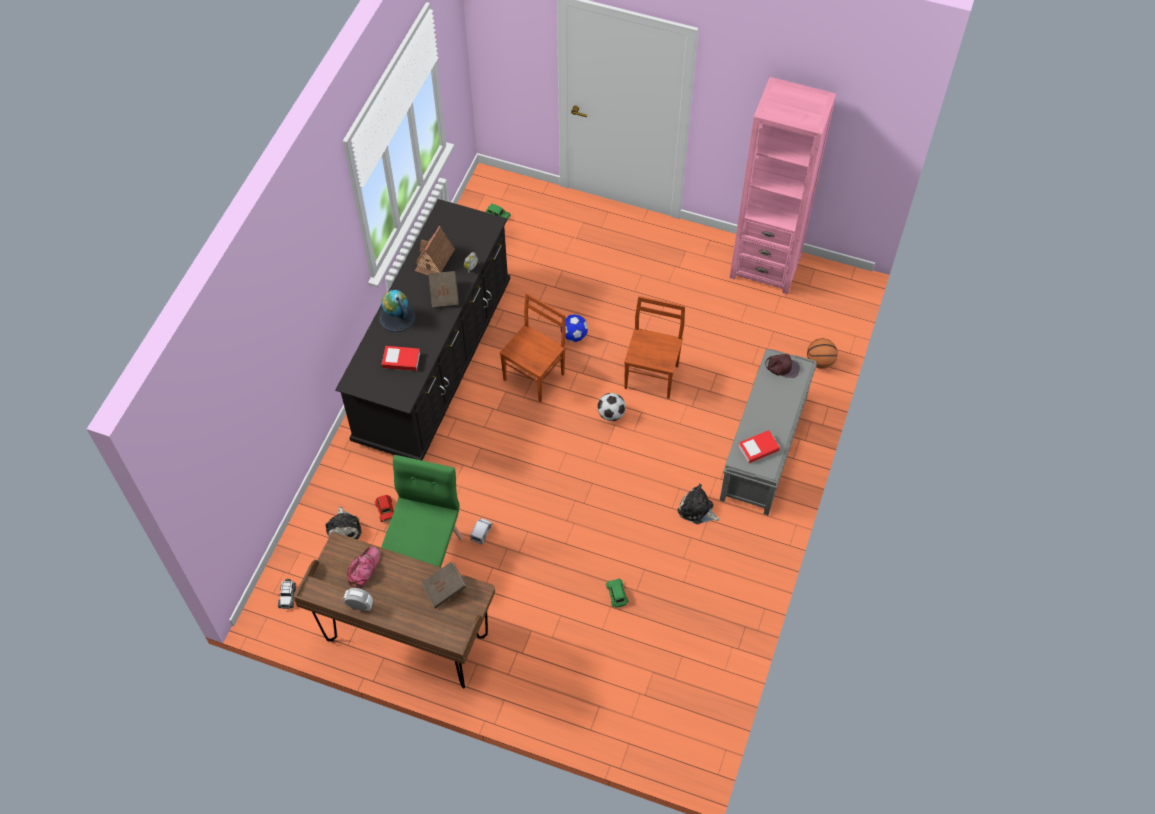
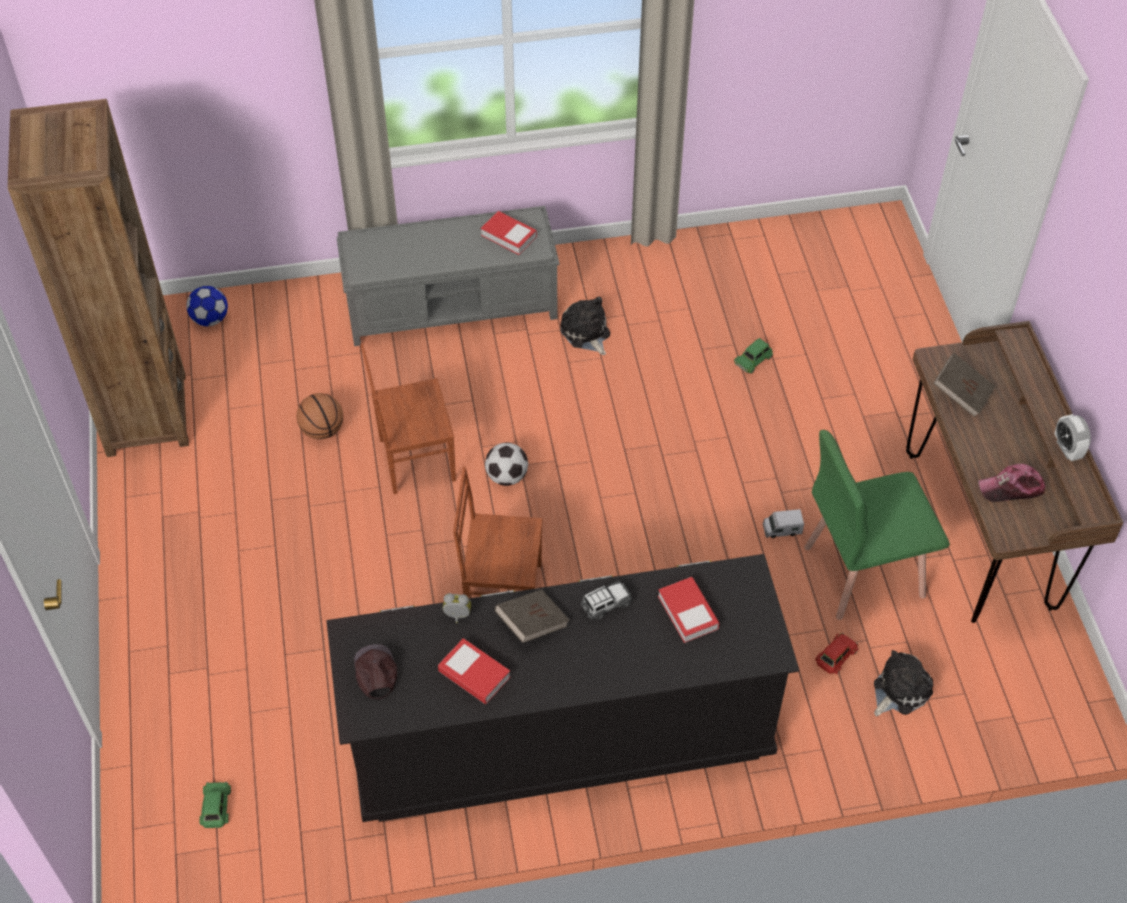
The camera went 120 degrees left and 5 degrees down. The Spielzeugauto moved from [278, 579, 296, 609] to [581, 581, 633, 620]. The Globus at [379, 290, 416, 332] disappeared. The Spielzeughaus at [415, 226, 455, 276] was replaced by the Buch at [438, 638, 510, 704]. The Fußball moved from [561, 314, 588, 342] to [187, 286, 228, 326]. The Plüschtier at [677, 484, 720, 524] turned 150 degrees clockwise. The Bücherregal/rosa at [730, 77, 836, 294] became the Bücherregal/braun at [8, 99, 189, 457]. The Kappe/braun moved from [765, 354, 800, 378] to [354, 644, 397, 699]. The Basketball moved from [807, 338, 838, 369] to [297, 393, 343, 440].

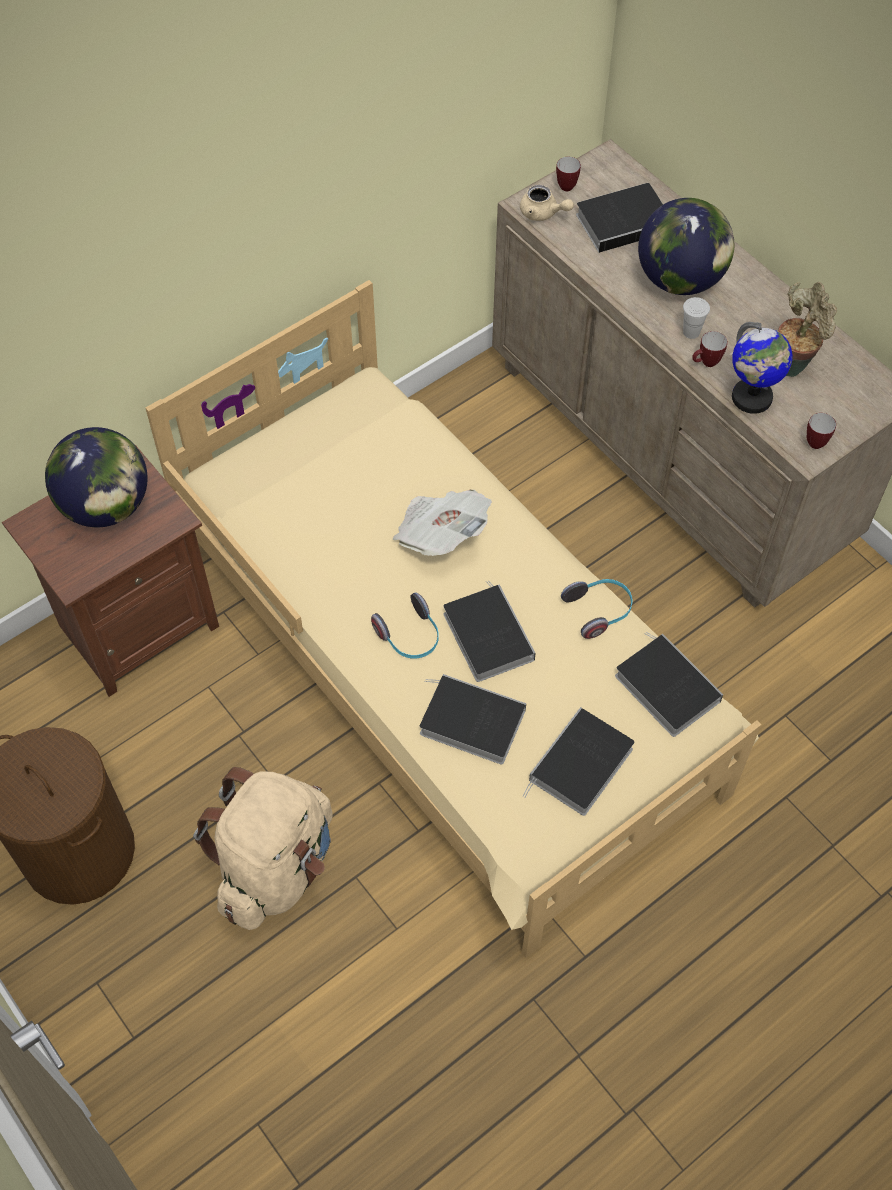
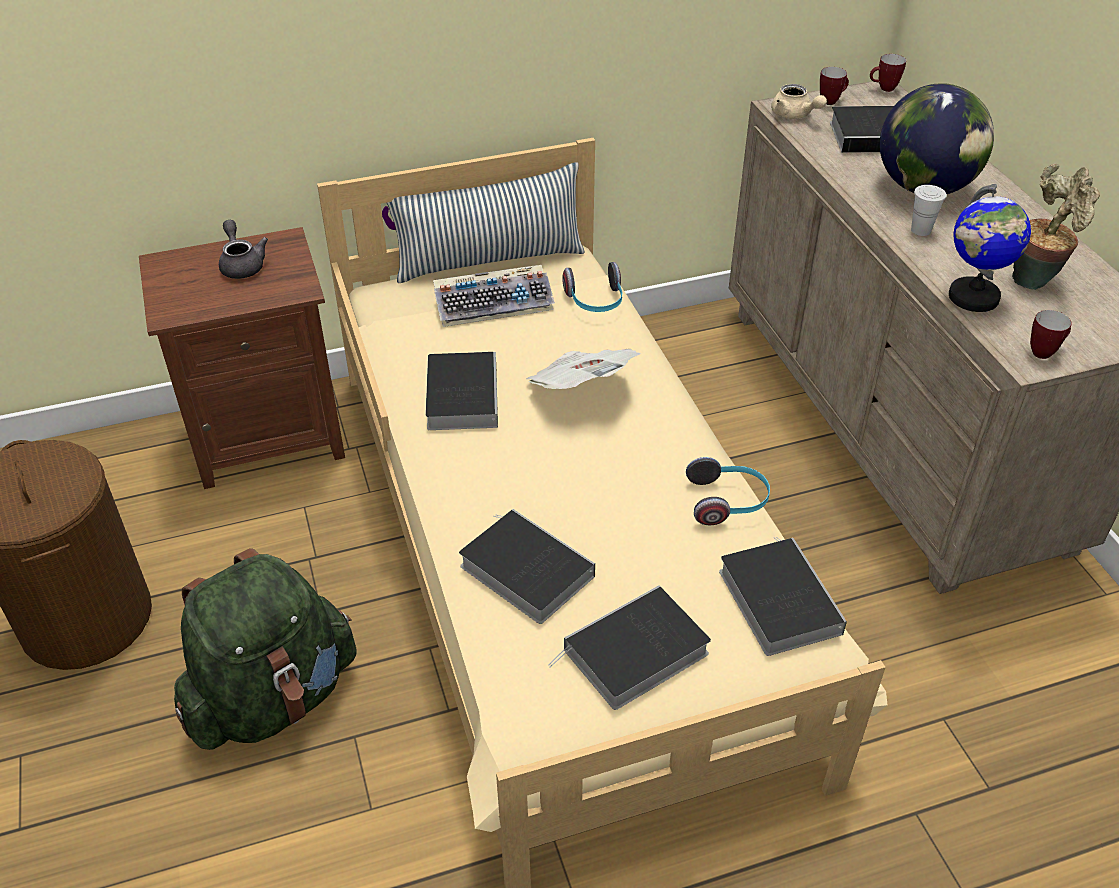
The camera went 20 degrees right and 15 degrees down. The Globus at [45, 427, 148, 527] was replaced by the Teekanne/grau at [219, 220, 268, 279]. The Rucksack/beige at [193, 767, 333, 930] became the Rucksack/grün at [174, 548, 357, 750]. The Kopfhörer moved from [371, 592, 438, 659] to [562, 262, 622, 312]. The Buch moved from [443, 581, 536, 682] to [425, 352, 498, 430]. The Henkelbecher moved from [692, 331, 727, 367] to [870, 54, 906, 92]. The Kissen at [387, 162, 585, 283] appeared. The Tastatur at [433, 265, 555, 327] appeared.

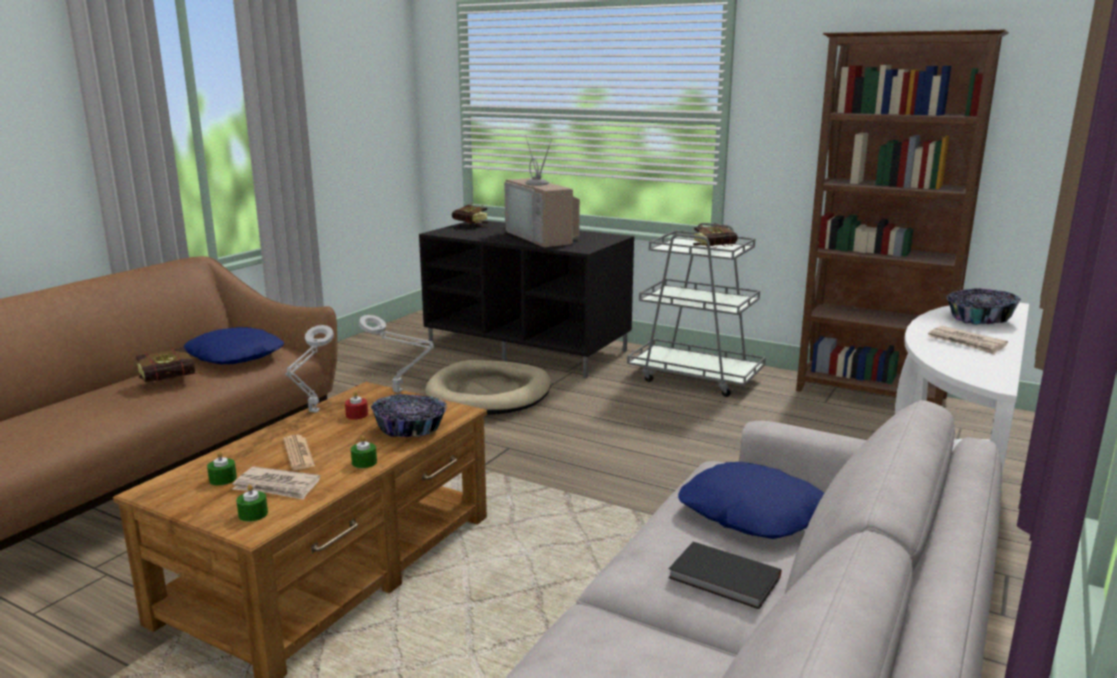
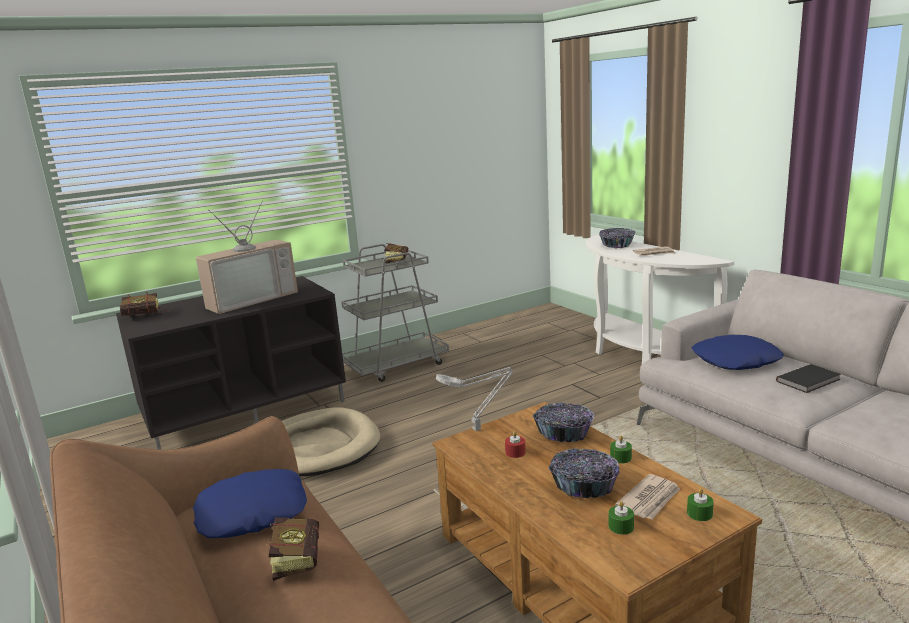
The camera went 60 degrees left and 0 degrees up. The Zeitung at [283, 435, 315, 470] was replaced by the Schüssel at [549, 449, 620, 498]. The Tischlampe/grau at [285, 325, 334, 413] disappeared. The Fernseher at [504, 135, 580, 247] turned 45 degrees counterclockwise. The Bücherregal/braun at [796, 29, 1009, 406] disappeared.

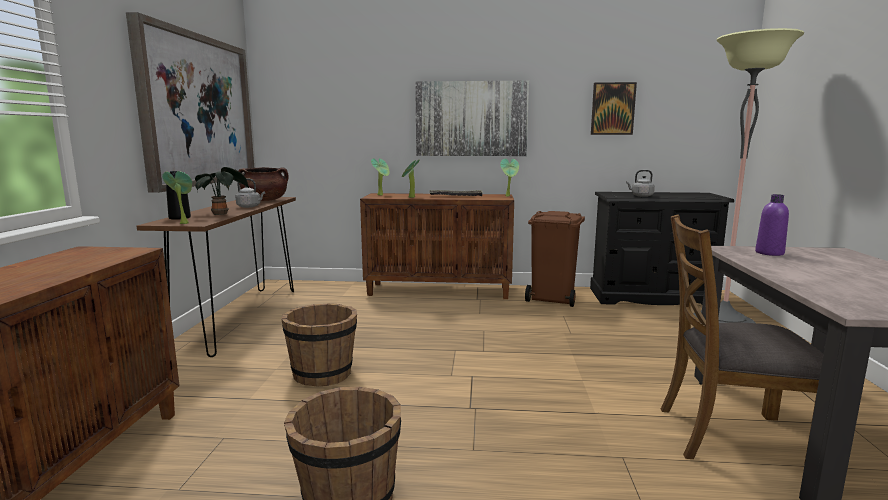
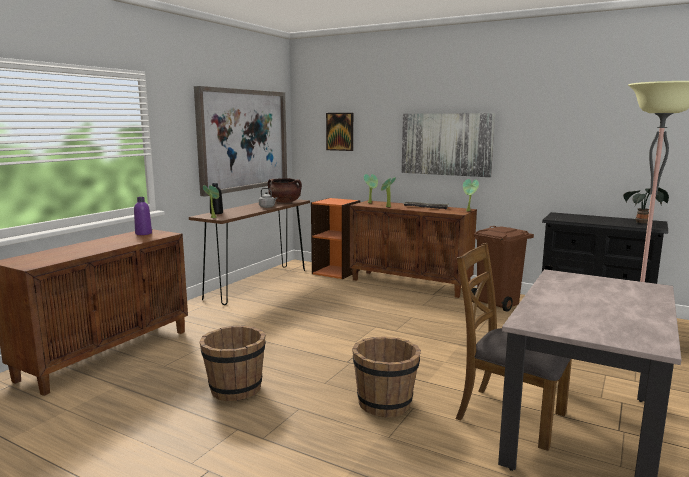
The camera went 25 degrees right and 0 degrees up. The Topfpflanze moved from [195, 167, 250, 215] to [623, 187, 669, 224]. The Eimer/braun moved from [281, 303, 357, 387] to [352, 337, 421, 417]. The Bild moved from [591, 82, 637, 135] to [326, 113, 353, 151]. The Wasserkessel/grau at [626, 170, 655, 197] disappeared. The Flasche/lila moved from [755, 194, 789, 256] to [134, 197, 152, 235]. The Bücherregal/orange at [311, 198, 360, 279] appeared.

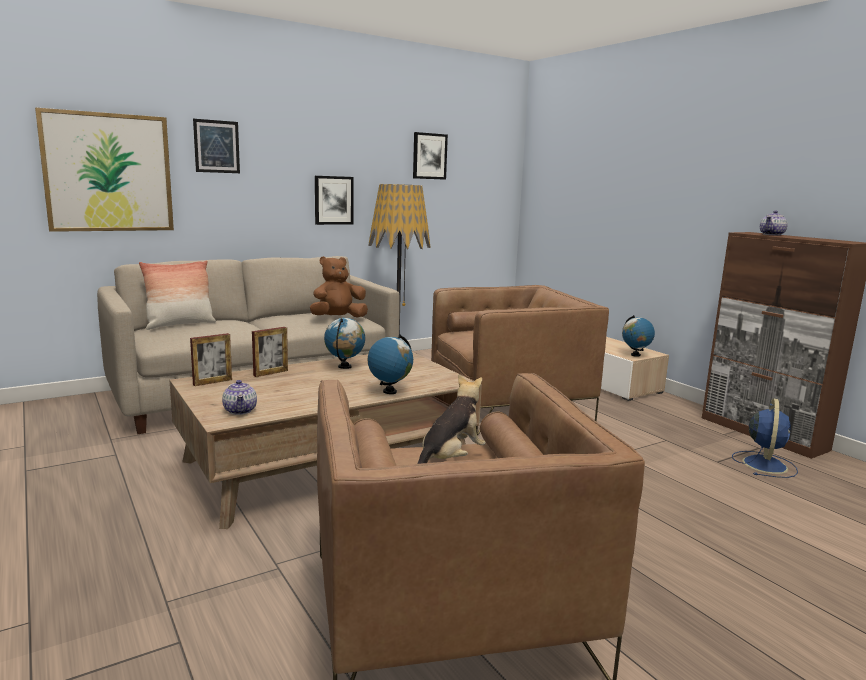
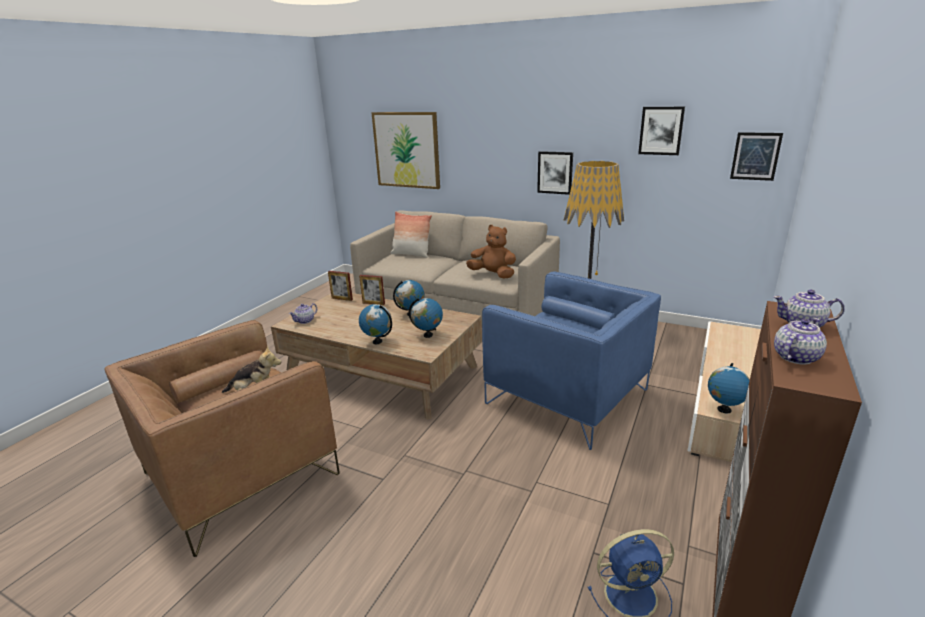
The camera went 60 degrees right and 10 degrees up. The Bild moved from [193, 119, 240, 173] to [730, 132, 783, 181]. The Sessel/braun at [431, 285, 609, 436] became the Sessel/blau at [482, 271, 661, 450]. The Globus at [409, 298, 443, 338] appeared. The Teekanne at [774, 318, 827, 365] appeared.

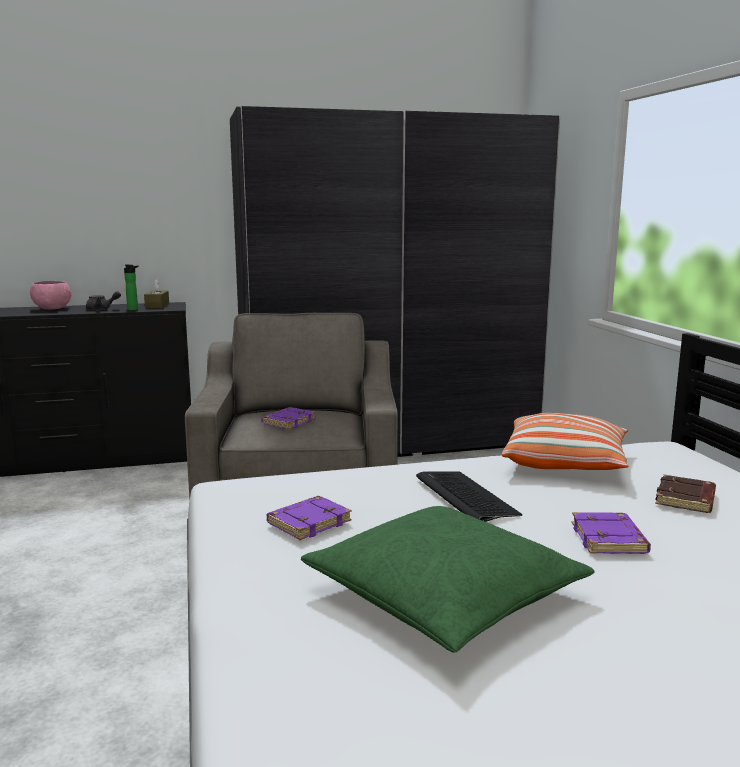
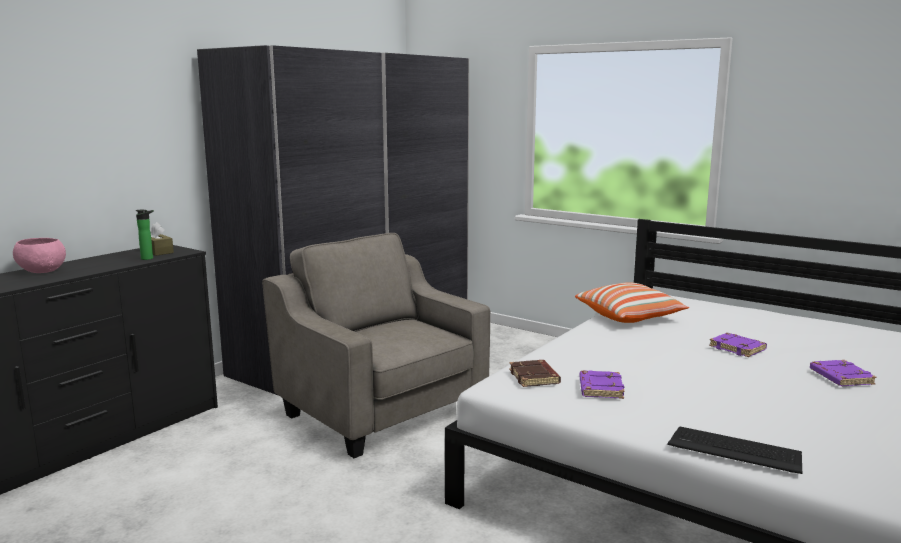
The camera went 40 degrees left and 0 degrees up. The Teekanne/grau at [86, 291, 121, 311] disappeared. The Buch/lila moved from [261, 407, 316, 429] to [810, 360, 877, 386]. The Kissen/grün at [301, 506, 595, 653] disappeared. The Tastatur moved from [416, 471, 522, 522] to [667, 426, 803, 474]. The Buch/braun moved from [655, 474, 716, 513] to [509, 360, 561, 387].

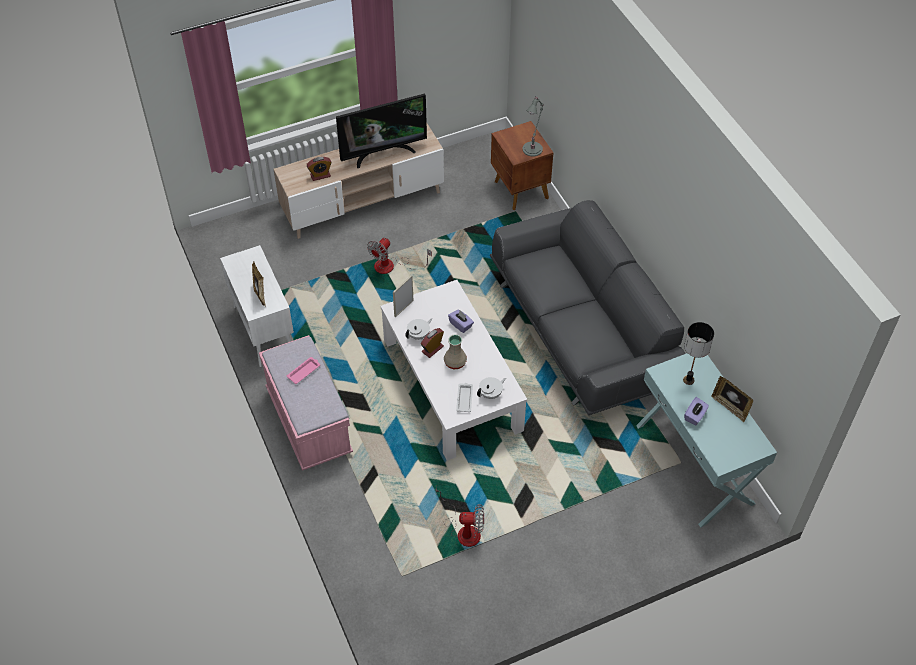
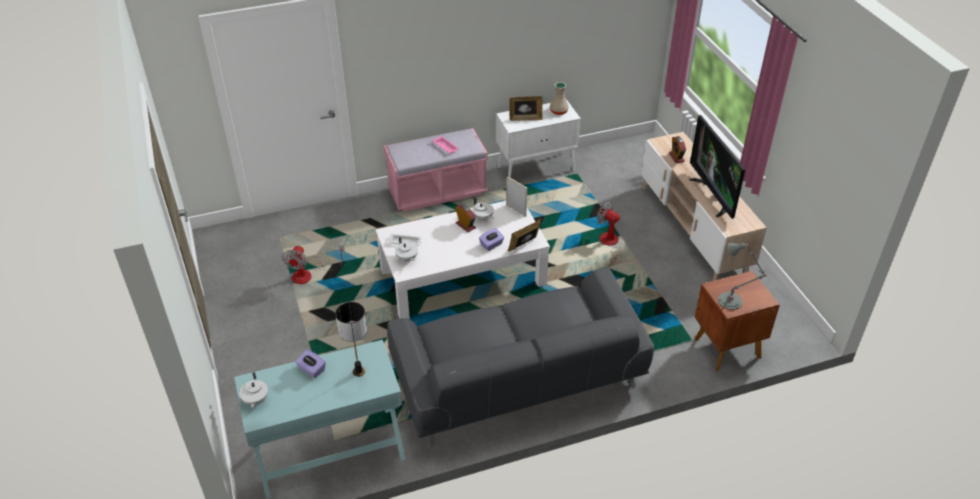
The camera went 95 degrees right and 10 degrees down. The Vase/beige moved from [444, 334, 467, 369] to [550, 82, 569, 115]. The Bilderrahmen moved from [711, 376, 753, 422] to [508, 219, 541, 251]. The Teekanne/weiß at [239, 373, 268, 409] appeared.

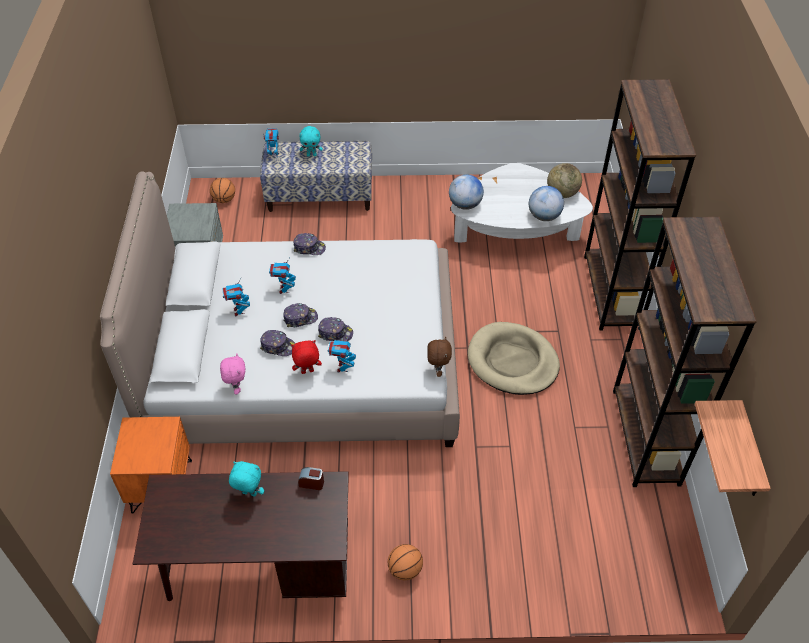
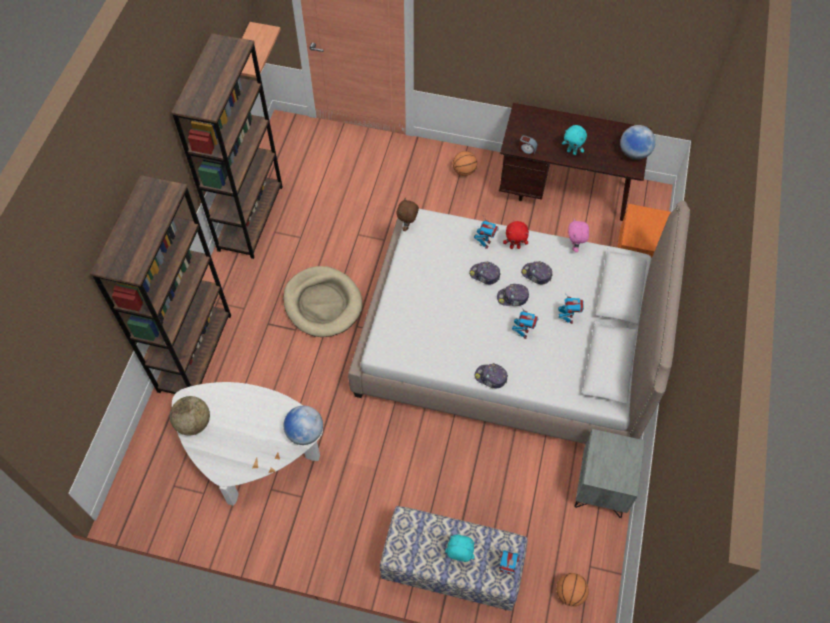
The camera went 165 degrees left and 10 degrees up. The Globus moved from [529, 186, 564, 221] to [620, 125, 656, 160].

